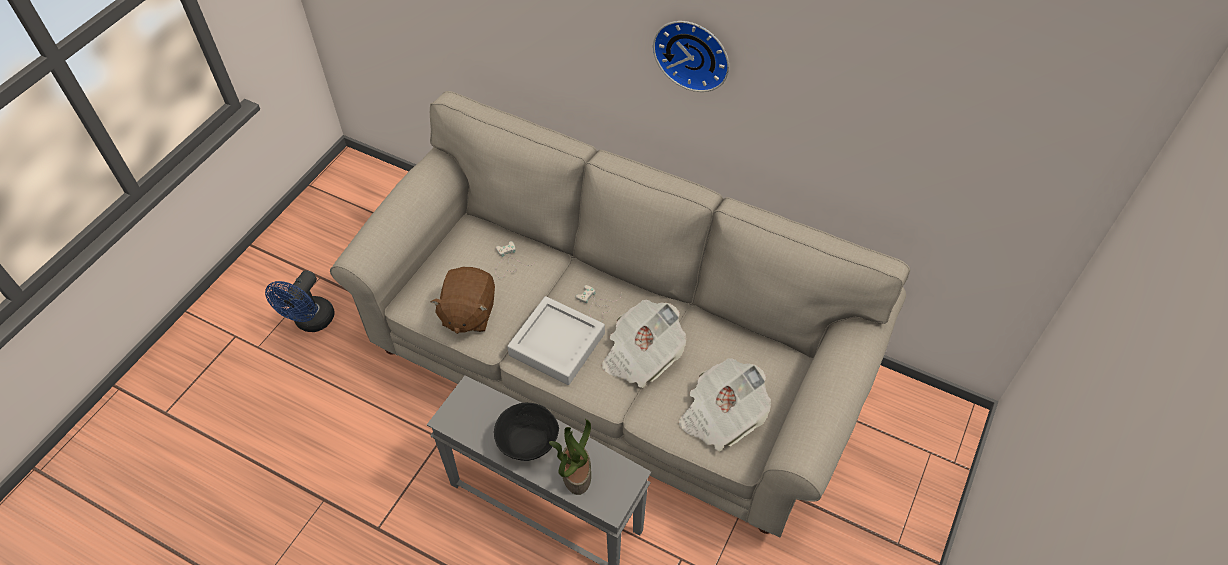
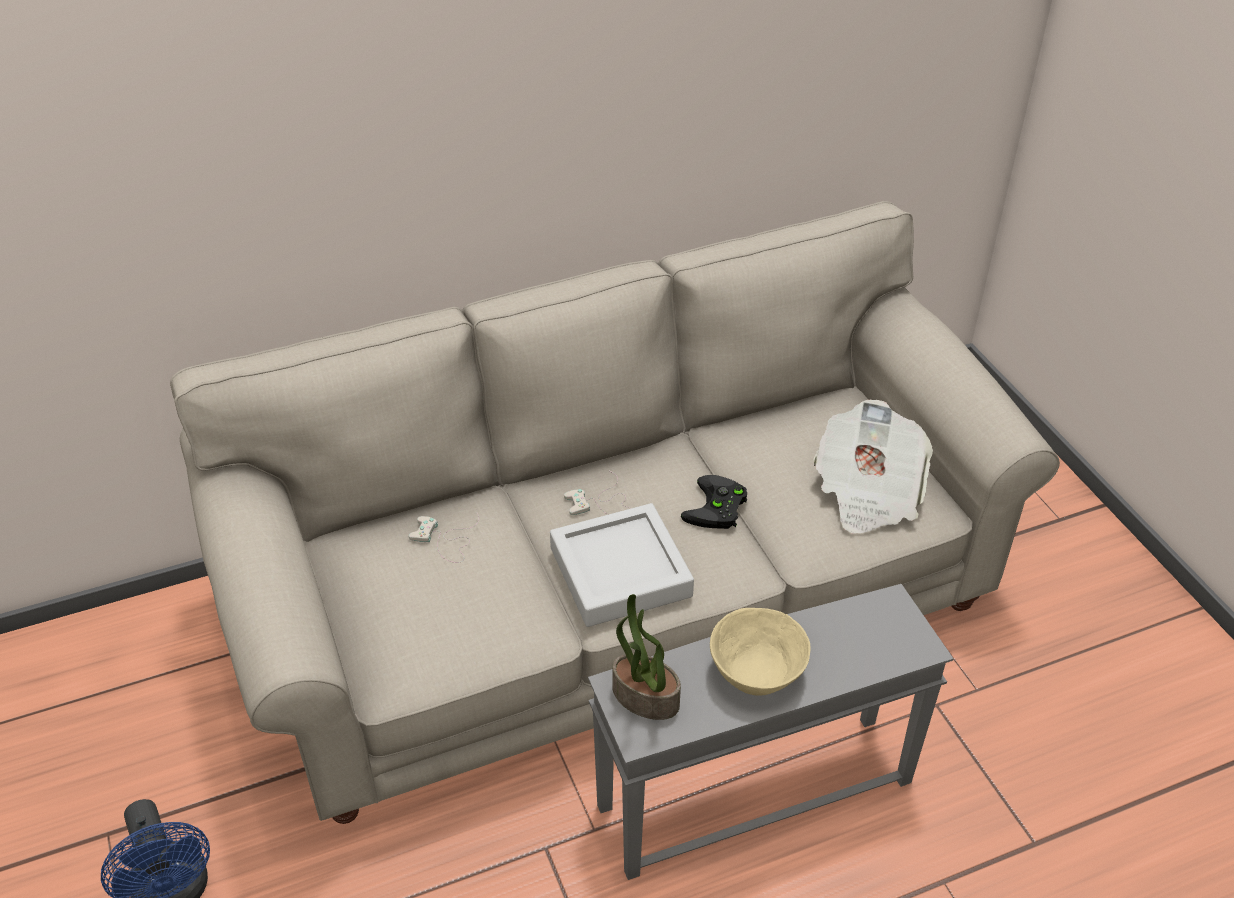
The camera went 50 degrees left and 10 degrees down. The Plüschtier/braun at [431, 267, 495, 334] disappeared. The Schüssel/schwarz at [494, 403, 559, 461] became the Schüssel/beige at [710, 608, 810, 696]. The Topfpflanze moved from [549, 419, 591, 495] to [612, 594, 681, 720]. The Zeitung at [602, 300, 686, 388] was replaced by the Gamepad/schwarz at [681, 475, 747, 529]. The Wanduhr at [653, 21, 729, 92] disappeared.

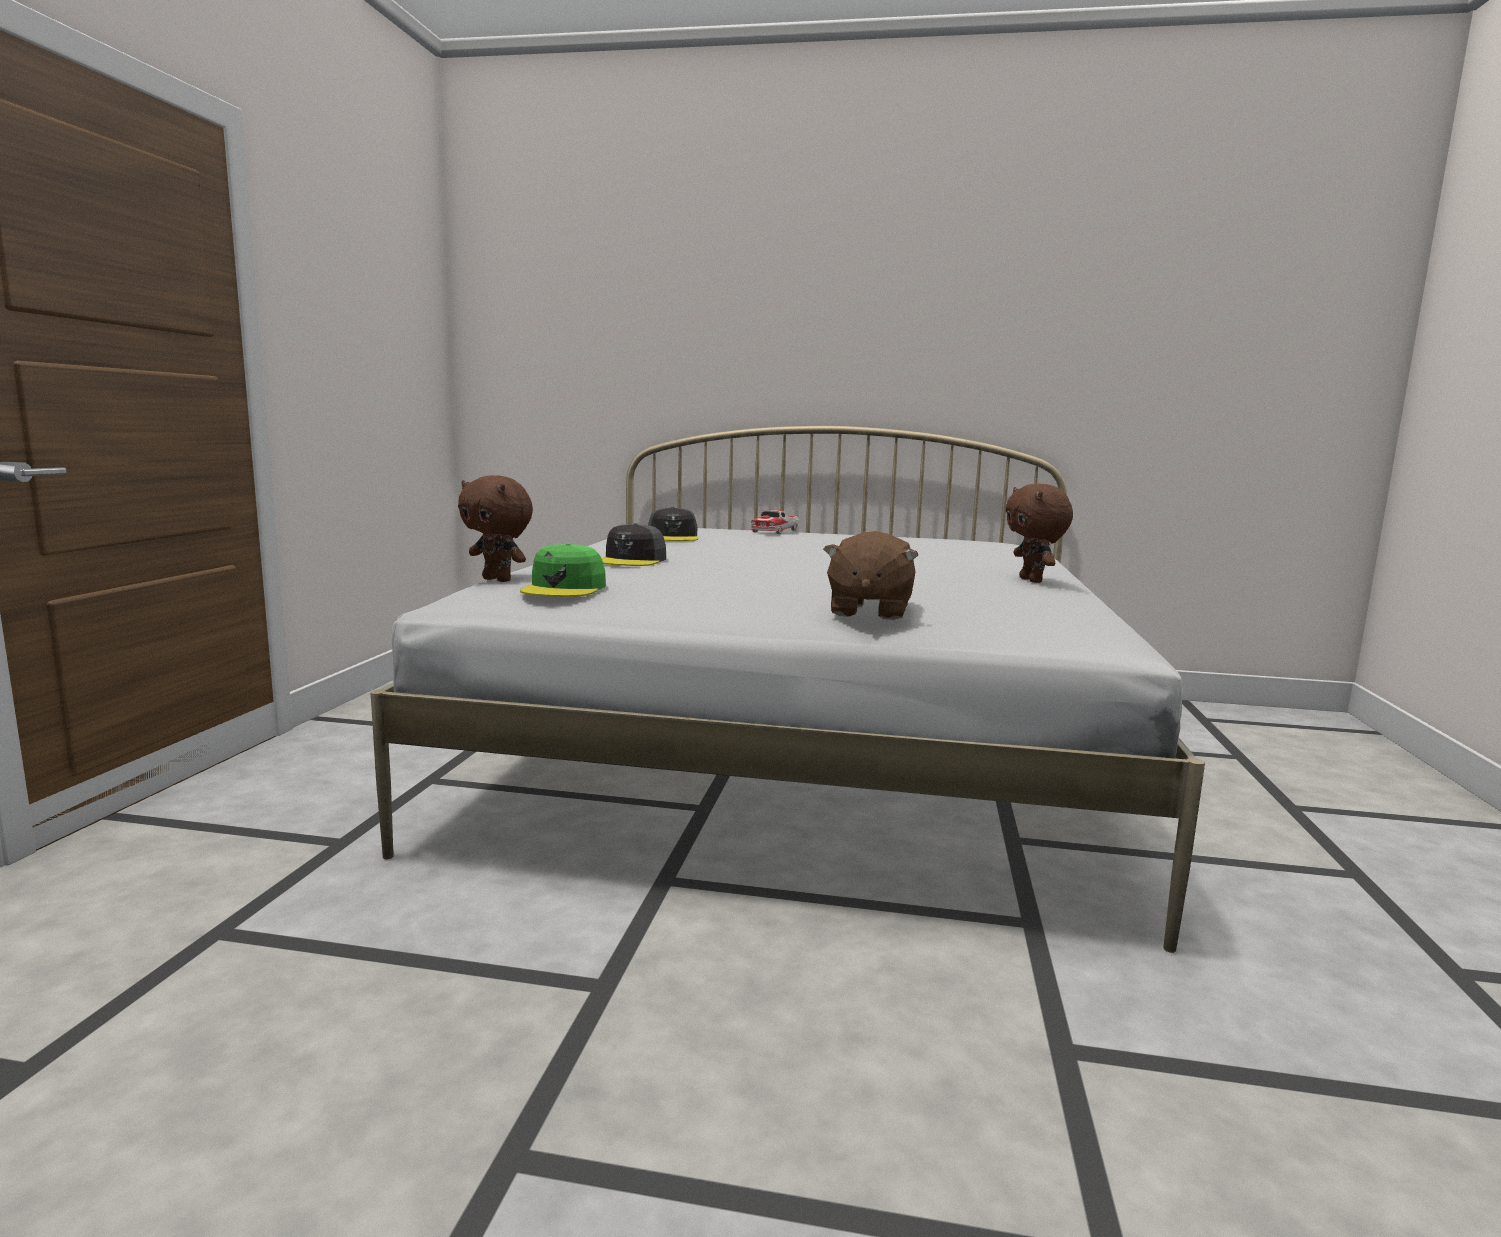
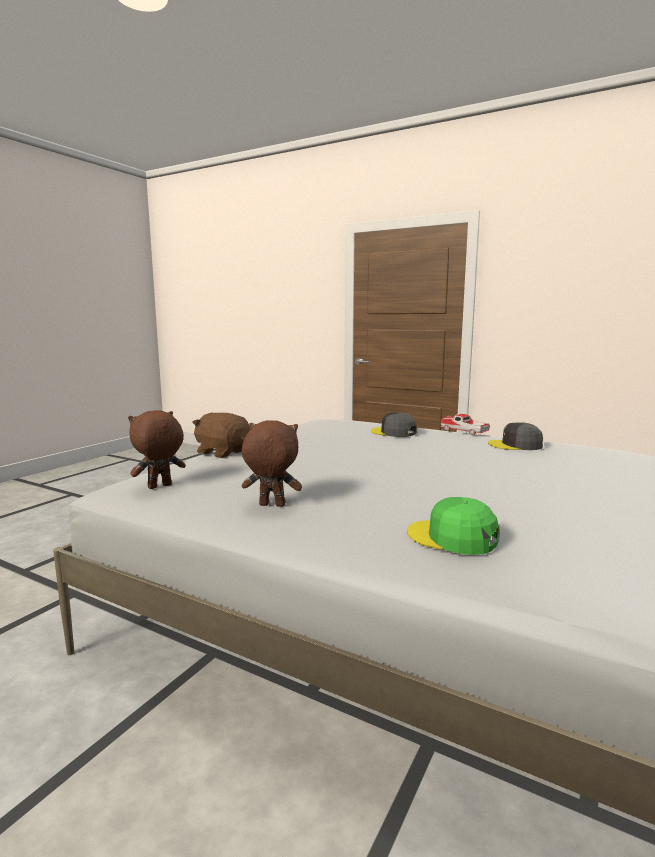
The camera went 110 degrees right and 0 degrees up. The Plüschtier/braun moved from [458, 475, 533, 582] to [128, 410, 186, 489]. The Kappe/grün moved from [520, 543, 606, 597] to [407, 497, 499, 555]. The Spielzeugauto moved from [750, 510, 799, 534] to [440, 414, 490, 435].

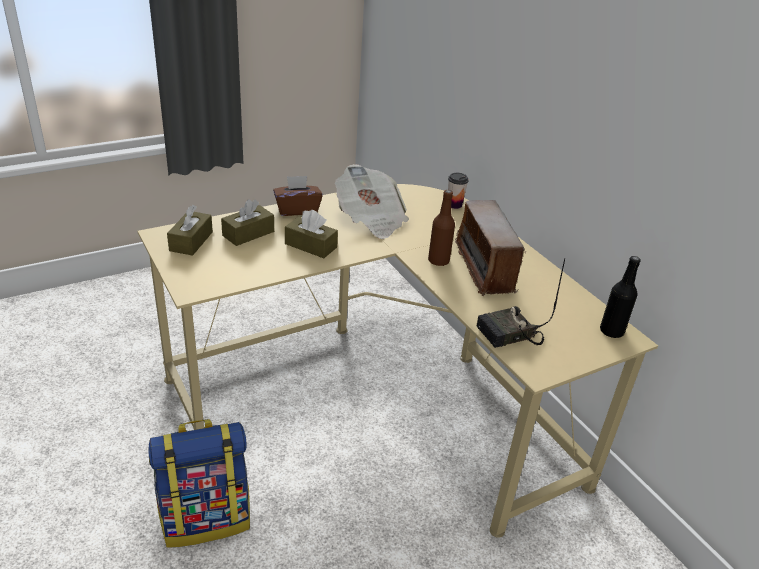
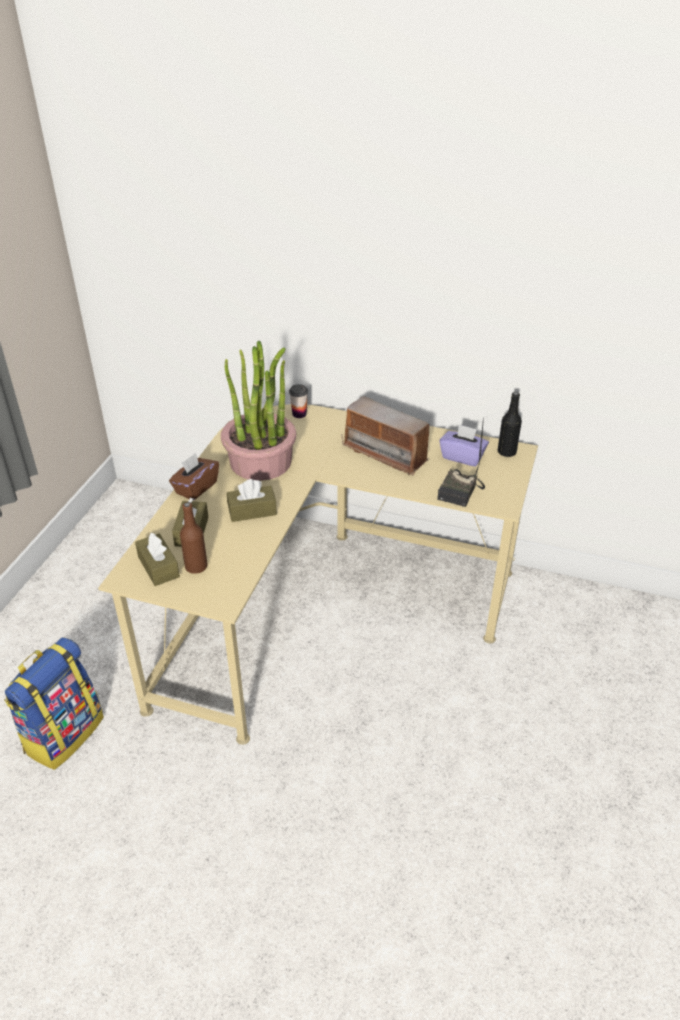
The camera went 40 degrees left and 5 degrees up. The Rucksack moved from [149, 419, 250, 548] to [4, 637, 104, 770]. The Zeitung at [335, 164, 409, 239] was replaced by the Topfpflanze at [221, 341, 296, 481]. The Flasche/braun moved from [428, 190, 455, 266] to [180, 502, 207, 574]. The Taschentuchbox/lila at [440, 424, 489, 467] appeared.

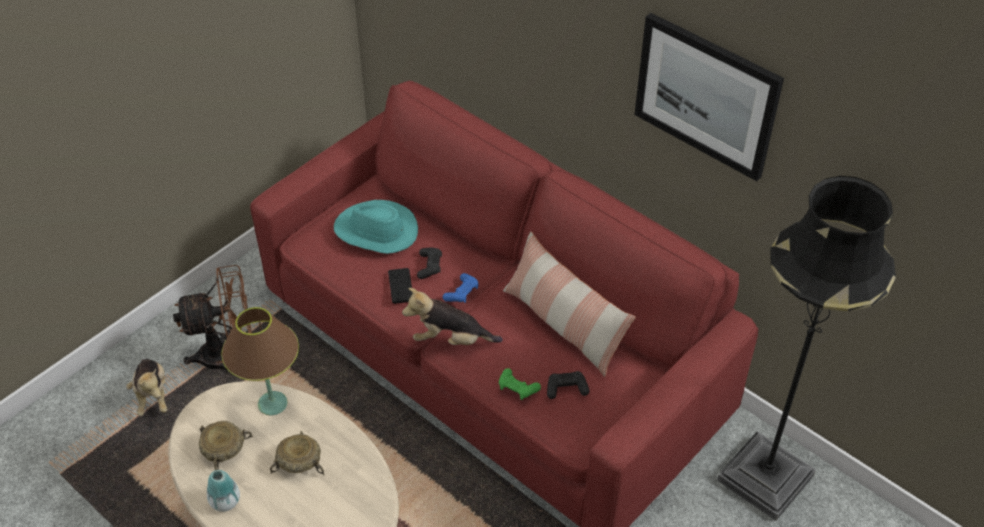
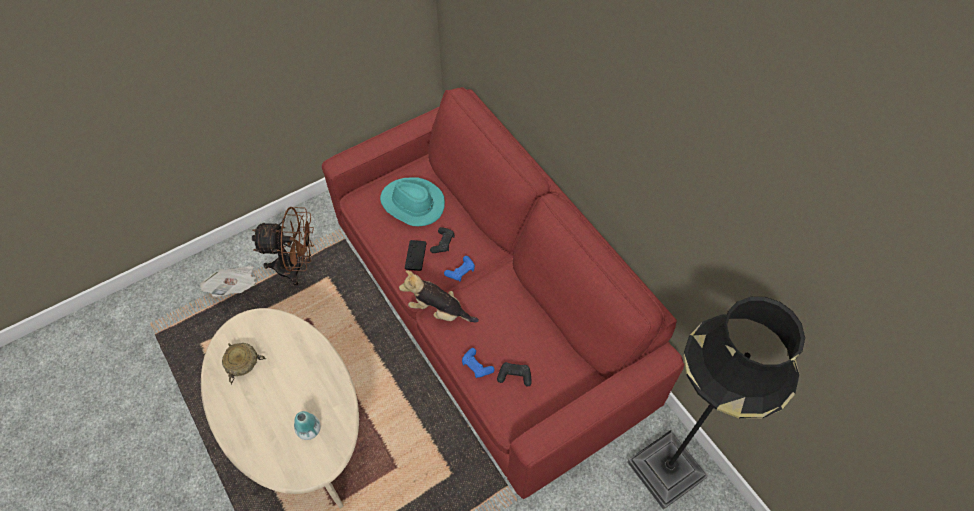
The camera went 15 degrees right and 10 degrees up. The Plüschtier at [126, 359, 168, 416] was replaced by the Zeitung at [200, 266, 256, 297]. The Vase moved from [207, 470, 240, 512] to [294, 411, 321, 440]. The Tischlampe/braun at [221, 307, 299, 415] disappeared. The Schüssel/beige at [270, 431, 325, 476] disappeared. The Gamepad/grün at [499, 368, 541, 400] became the Gamepad/blau at [462, 348, 495, 378]. The Kissen at [503, 232, 636, 377] disappeared. The Bild at [634, 13, 784, 181] disappeared.

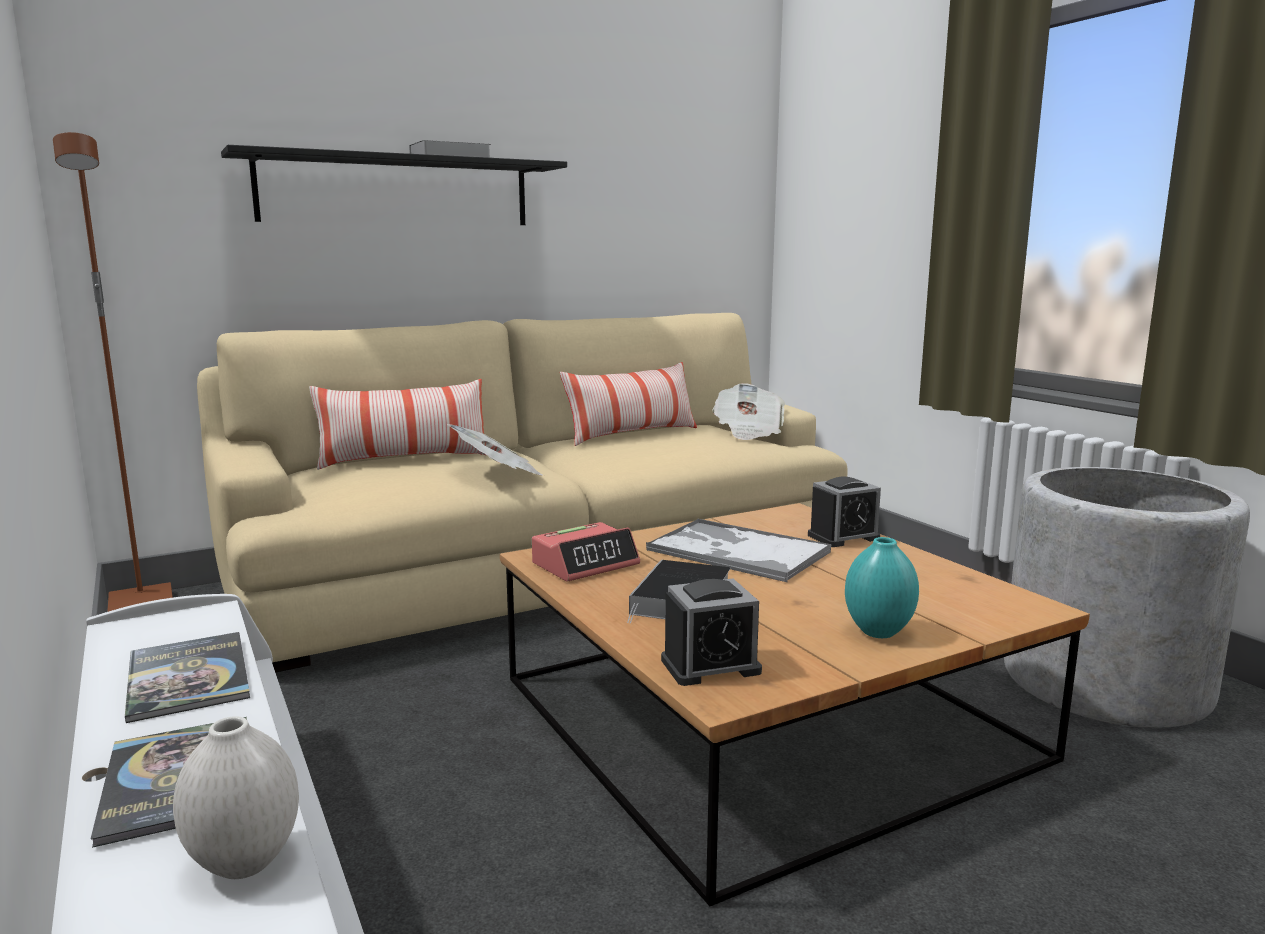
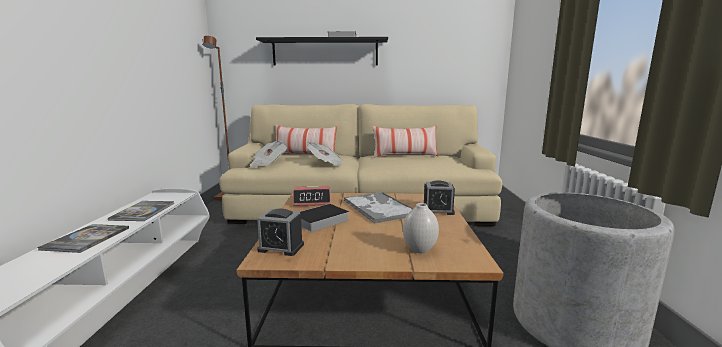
The camera went 30 degrees right and 0 degrees up. The Vase/weiß moved from [173, 716, 299, 879] to [403, 203, 439, 253]. The Zeitung moved from [712, 383, 785, 440] to [249, 141, 287, 167]. The Vase/türkis at [845, 537, 919, 638] disappeared.

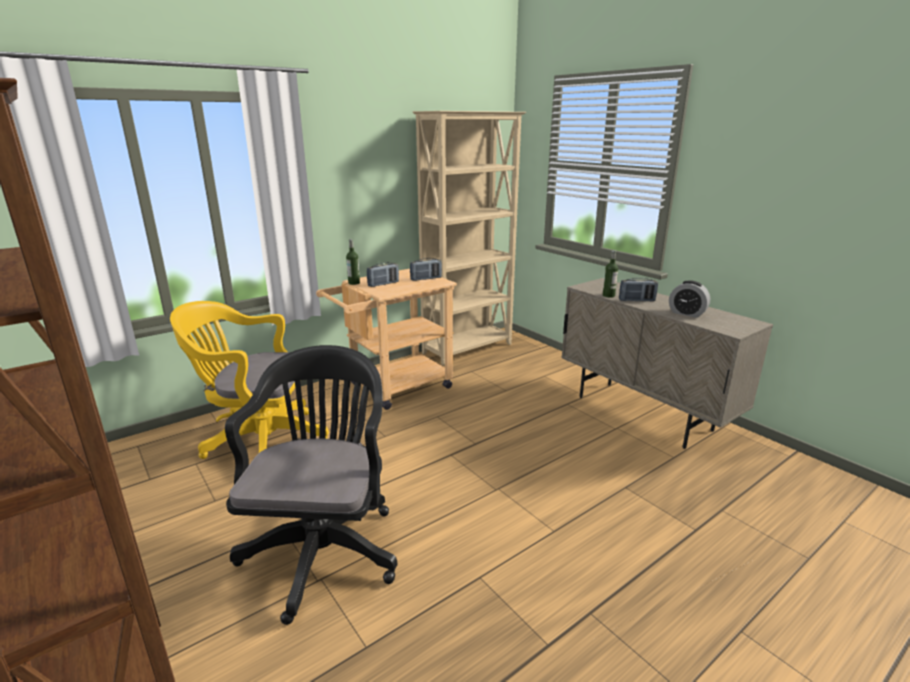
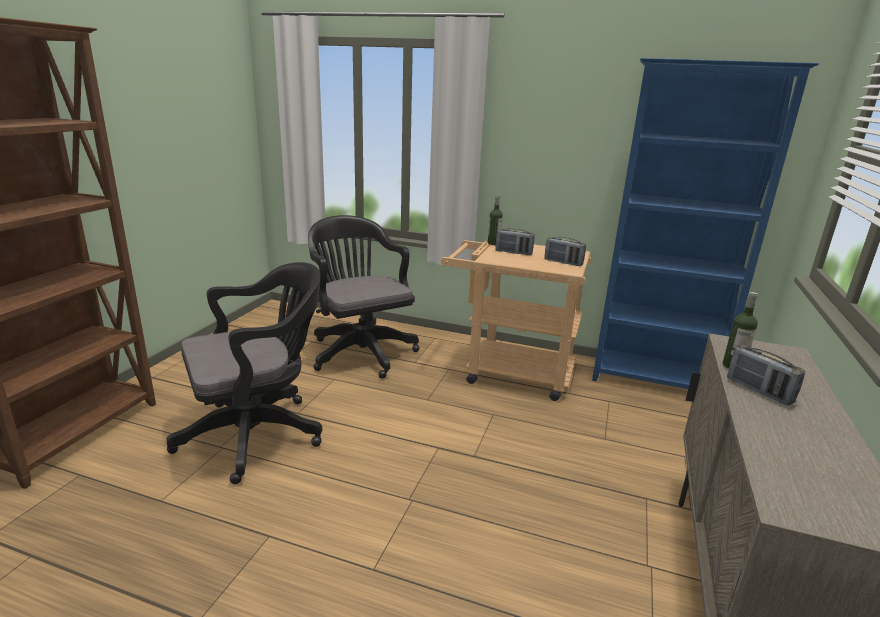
The camera went 55 degrees right and 0 degrees up. The Bürostuhl/gelb at [170, 301, 329, 459] became the Bürostuhl/schwarz at [308, 215, 420, 379]. The Bücherregal/beige at [413, 111, 526, 366] became the Bücherregal/blau at [592, 58, 819, 389]. The Wecker at [669, 280, 710, 318] disappeared.

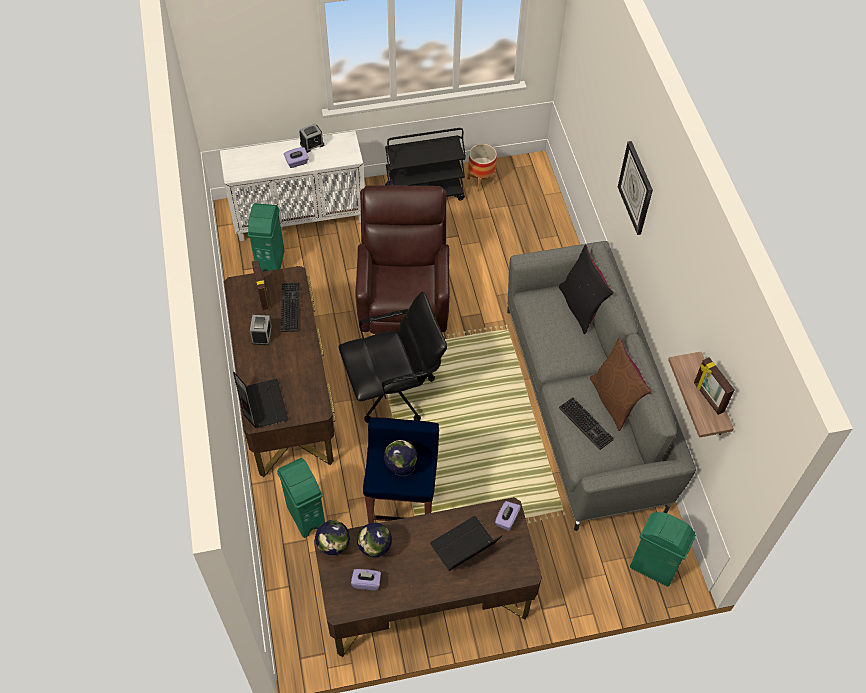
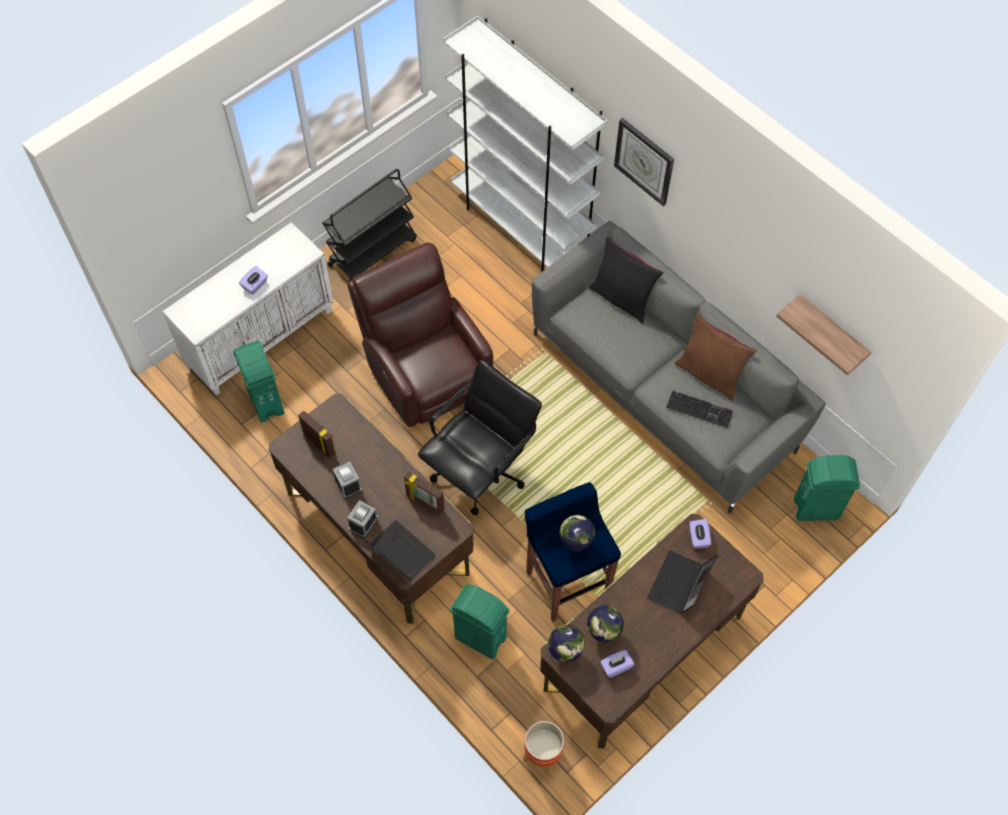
The camera went 30 degrees left and 5 degrees up. The Tastatur at [281, 282, 300, 332] disappeared. The Wecker moved from [299, 124, 324, 153] to [347, 500, 378, 538]. The Pflanzkübel moved from [467, 144, 497, 192] to [524, 721, 564, 774]. The Bilderrahmen moved from [694, 357, 734, 415] to [404, 472, 445, 515]. The Bücherregal/weiß at [443, 15, 608, 272] appeared.

